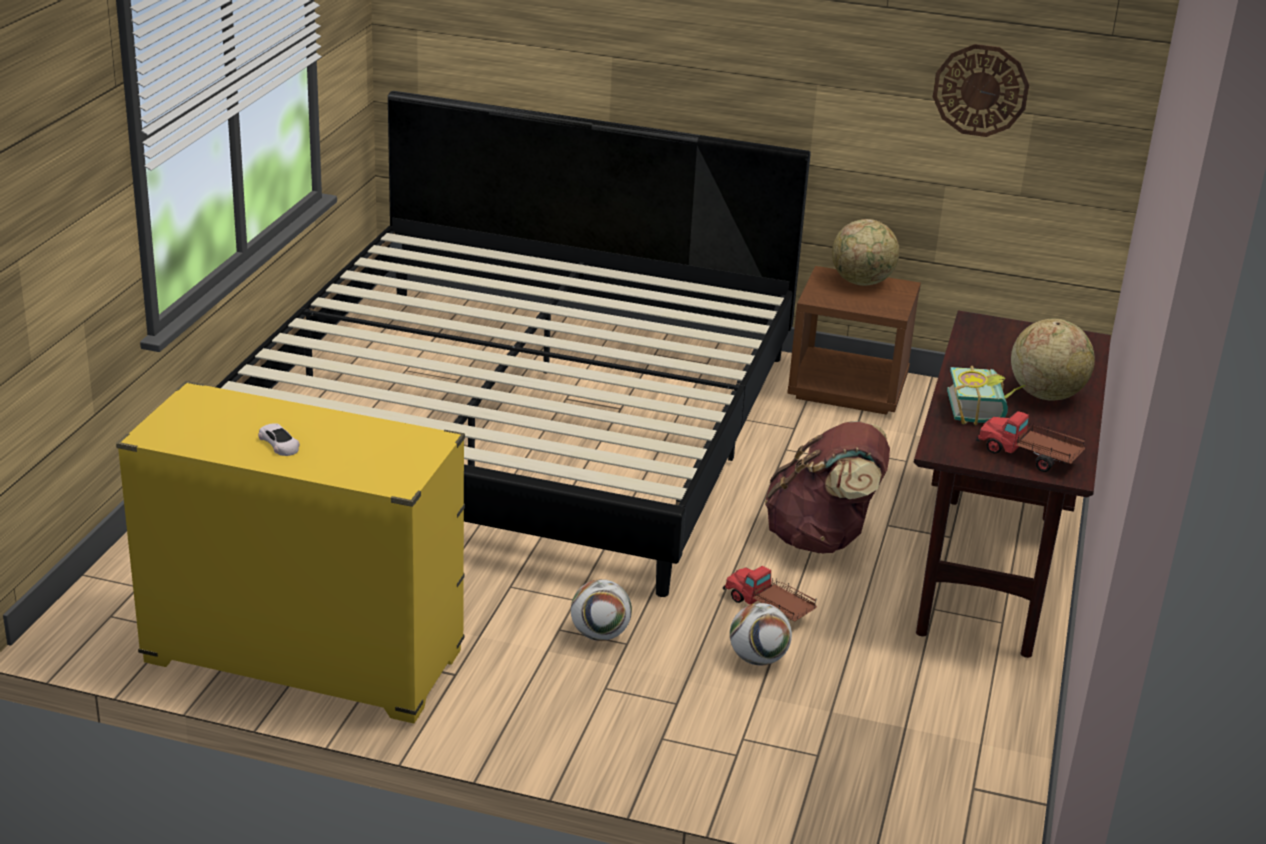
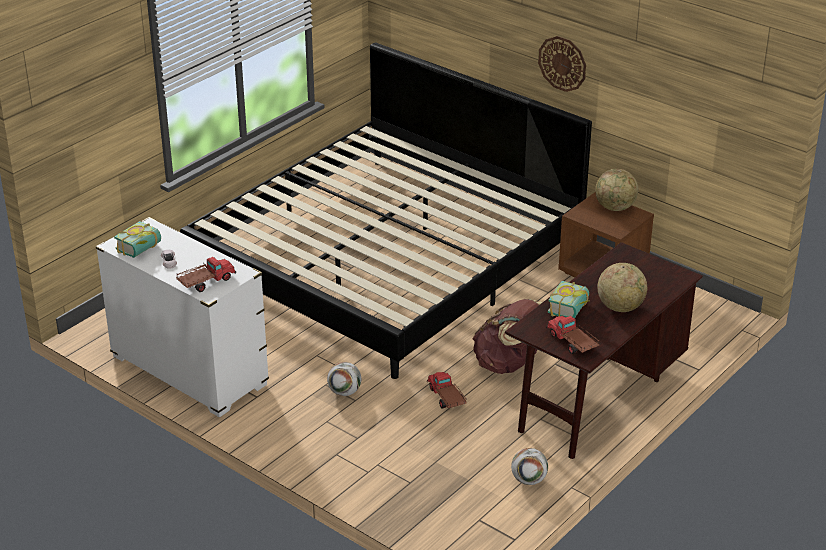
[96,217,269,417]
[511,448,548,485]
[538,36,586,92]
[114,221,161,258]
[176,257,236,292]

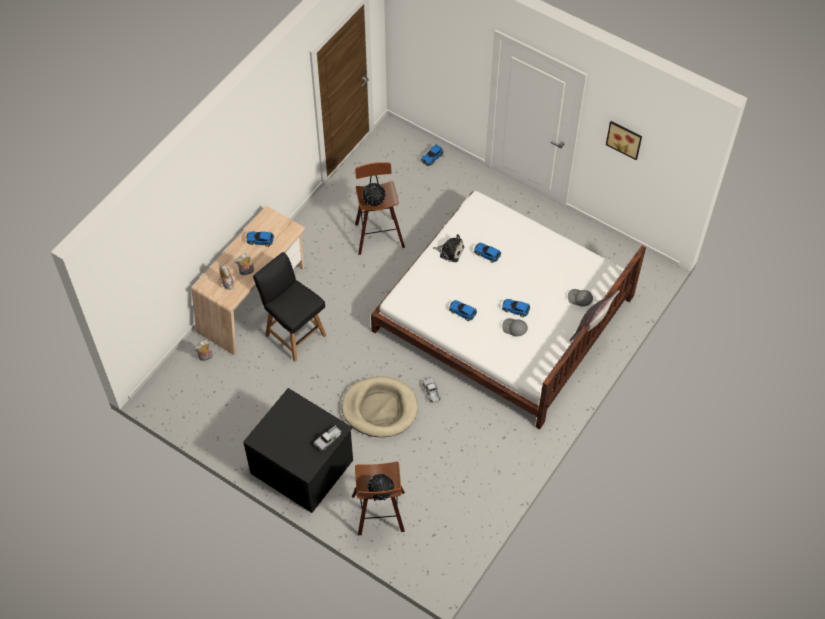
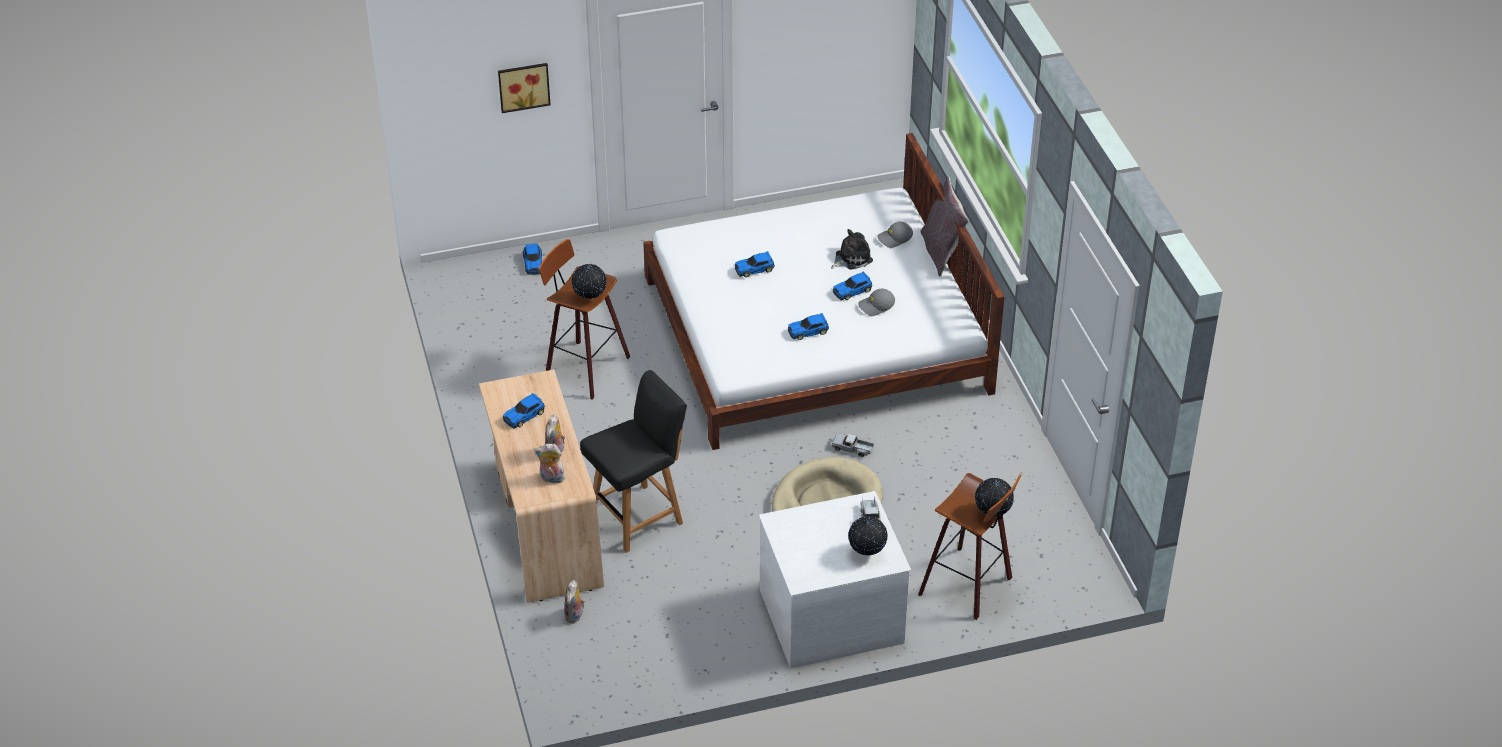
[759,491,911,668]
[580,370,687,553]
[831,229,873,270]
[498,63,551,113]
[848,516,888,556]

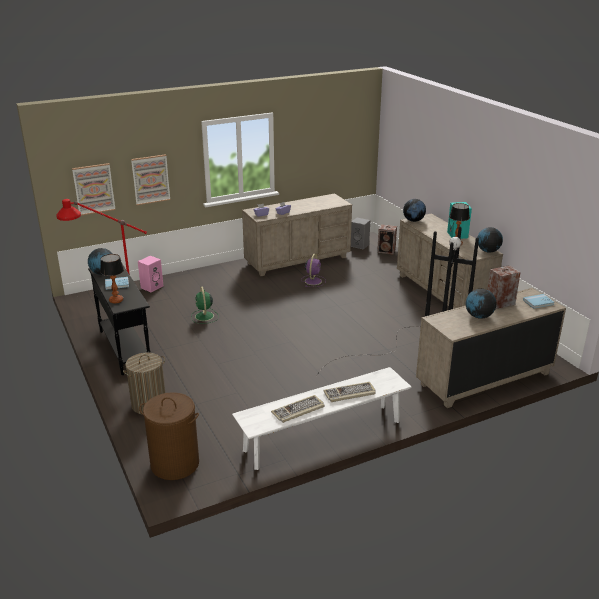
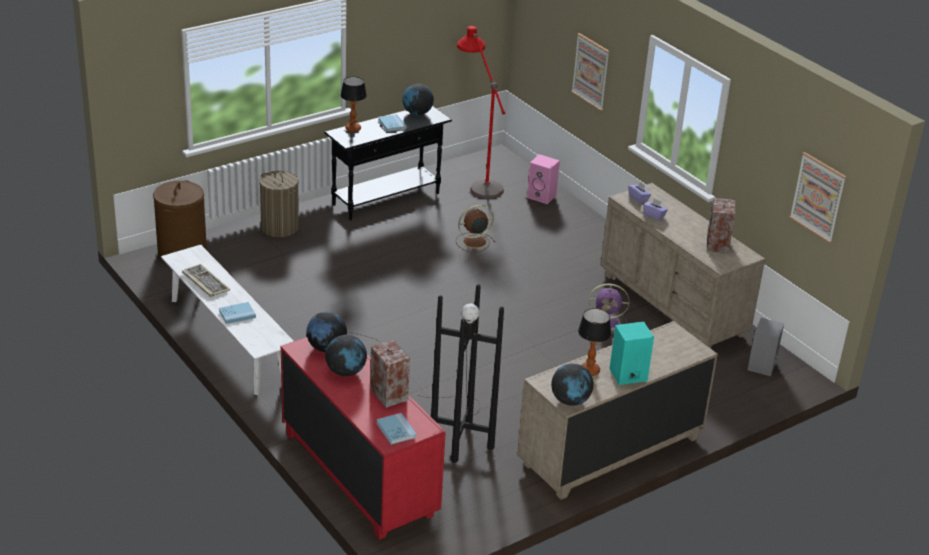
[789,152,846,243]
[456,205,495,253]
[219,302,256,324]
[707,198,735,253]
[307,312,347,352]
[280,337,446,540]

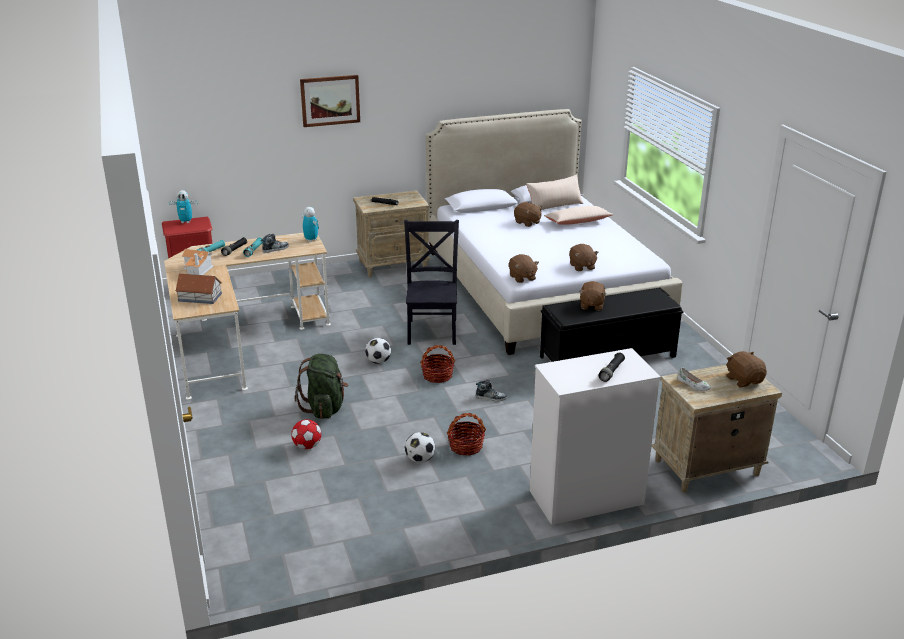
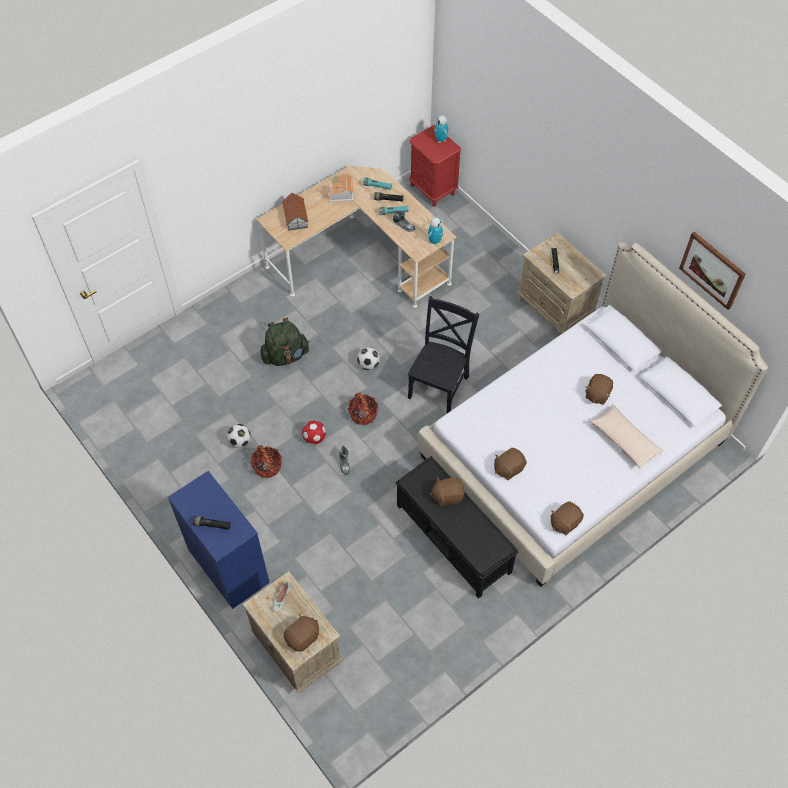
[302,420,326,444]
[679,232,746,310]
[408,296,479,413]
[551,501,584,535]
[526,174,583,210] (first image)
[168,471,270,609]

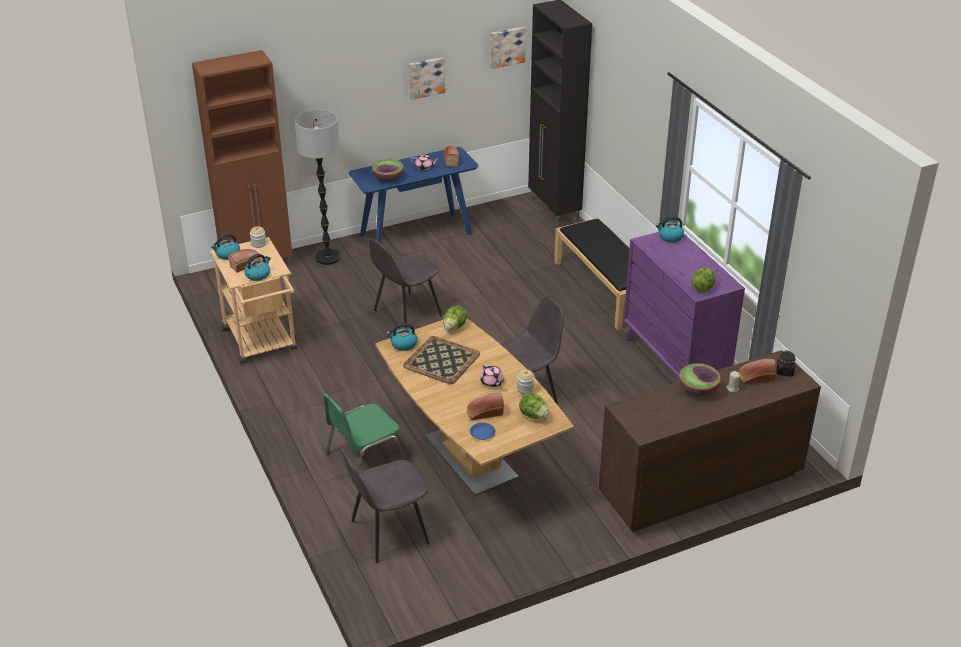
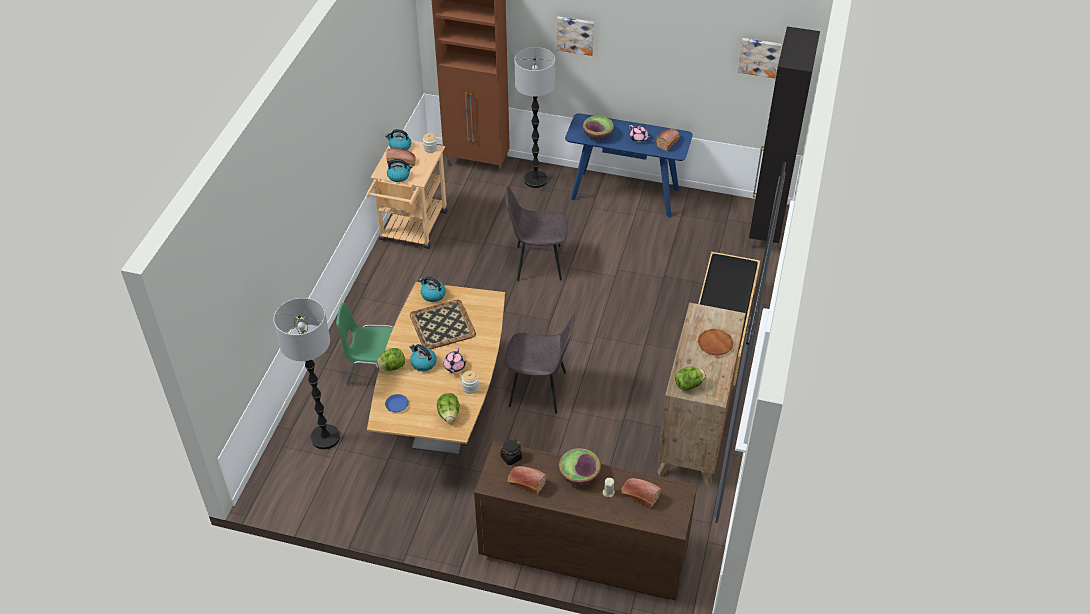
[273,298,340,450]
[556,16,594,56]
[375,348,405,371]
[508,466,546,495]
[657,302,746,486]
[410,344,437,371]
[500,440,522,465]
[698,329,733,356]

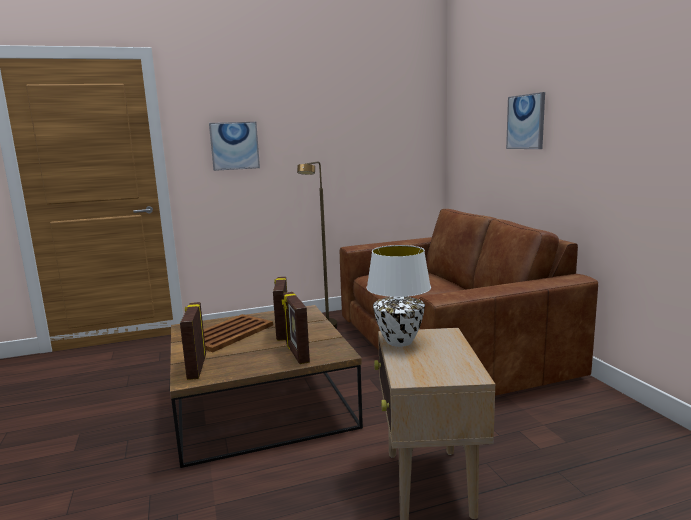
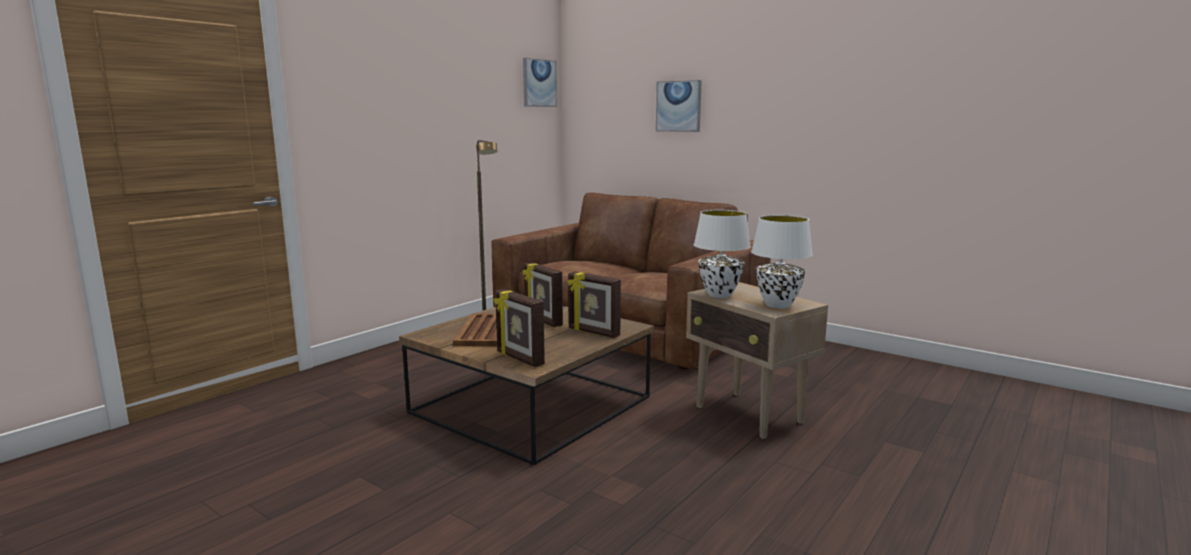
[523,58,557,107]
[751,215,813,309]

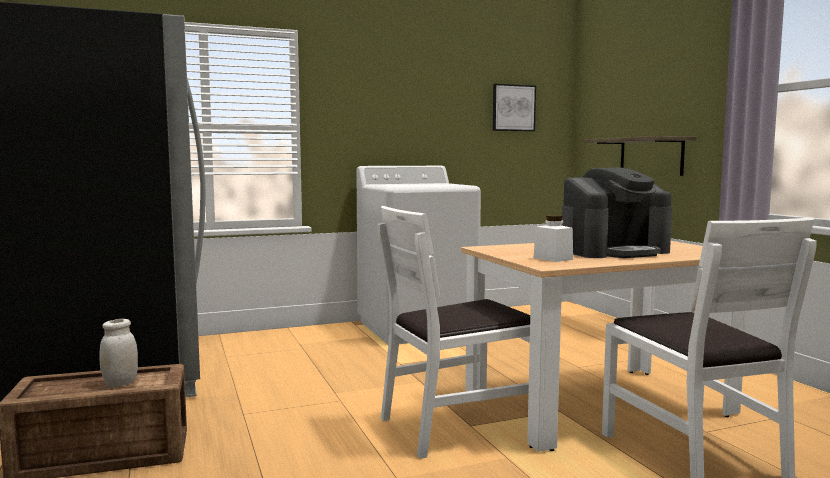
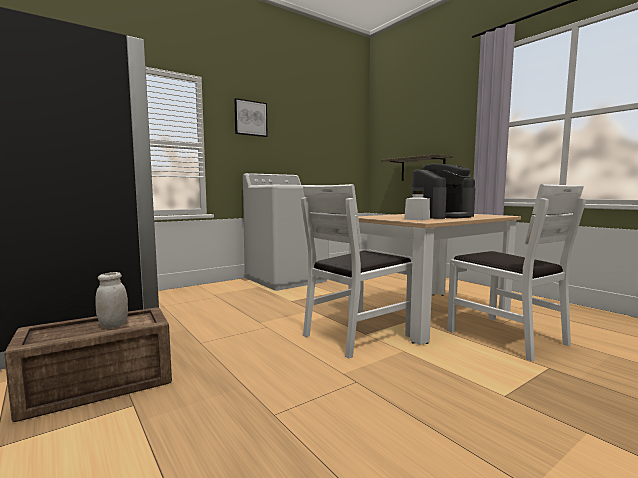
[234,98,268,137]

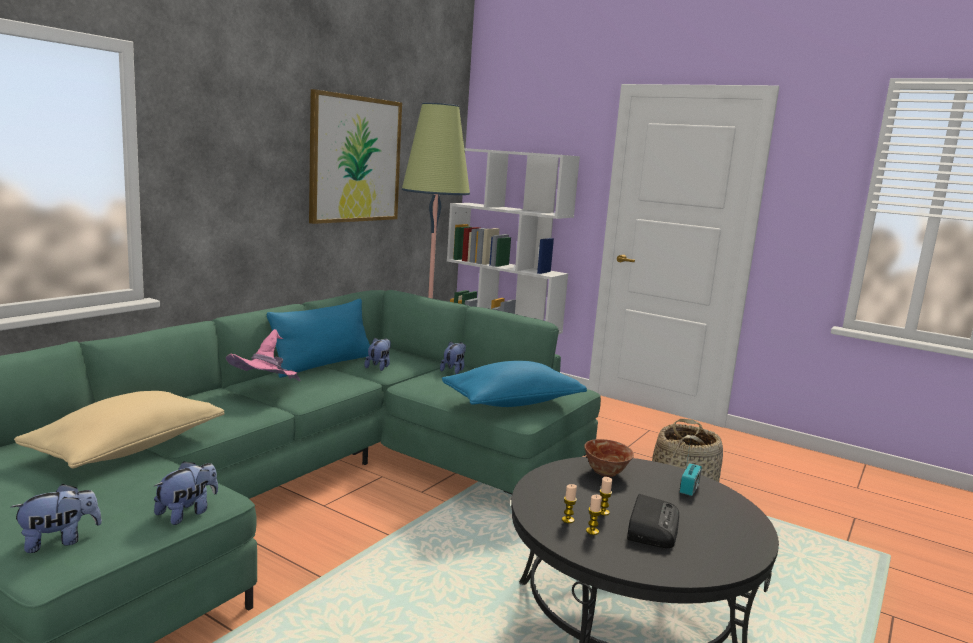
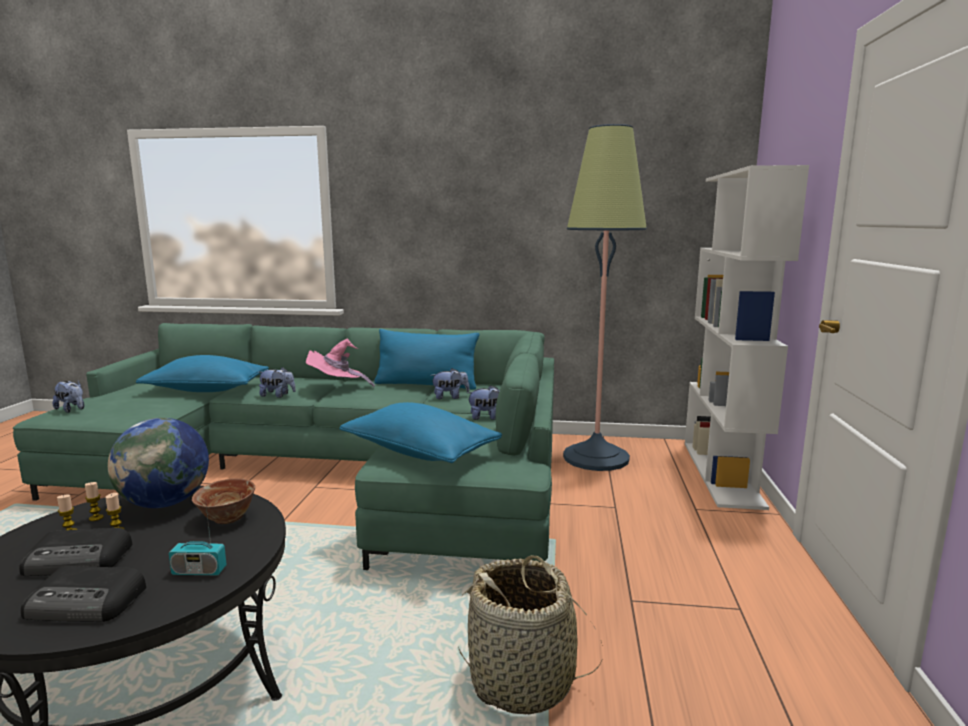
[136,355,269,392]
[258,367,296,398]
[309,89,402,224] (first image)
[21,566,146,622]
[108,418,209,508]

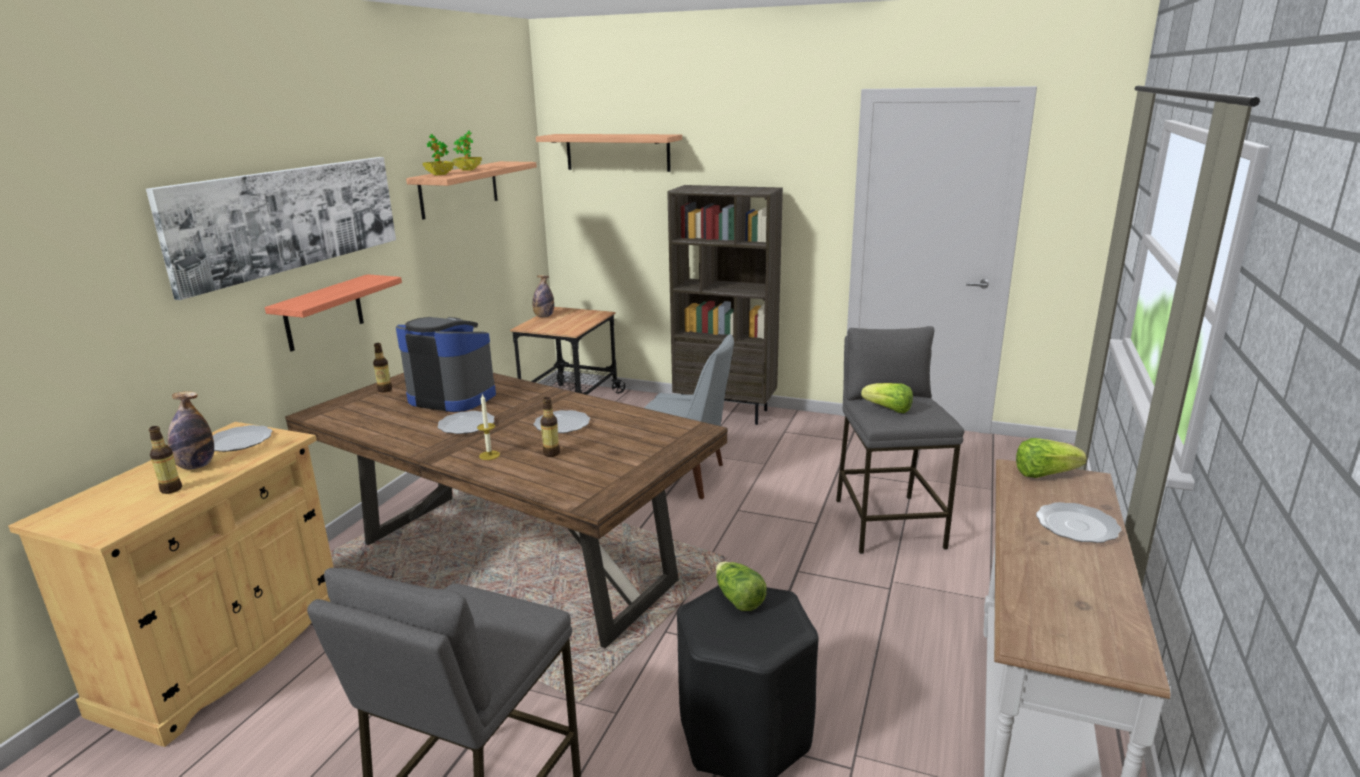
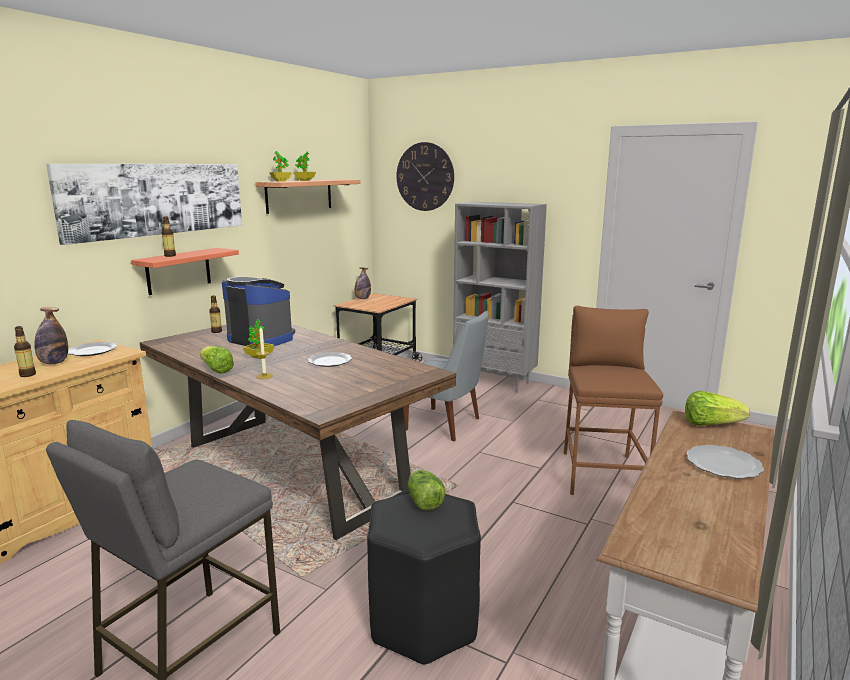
[243,319,274,359]
[396,142,454,211]
[162,217,176,257]
[453,202,547,393]
[564,306,663,495]
[200,346,234,373]

